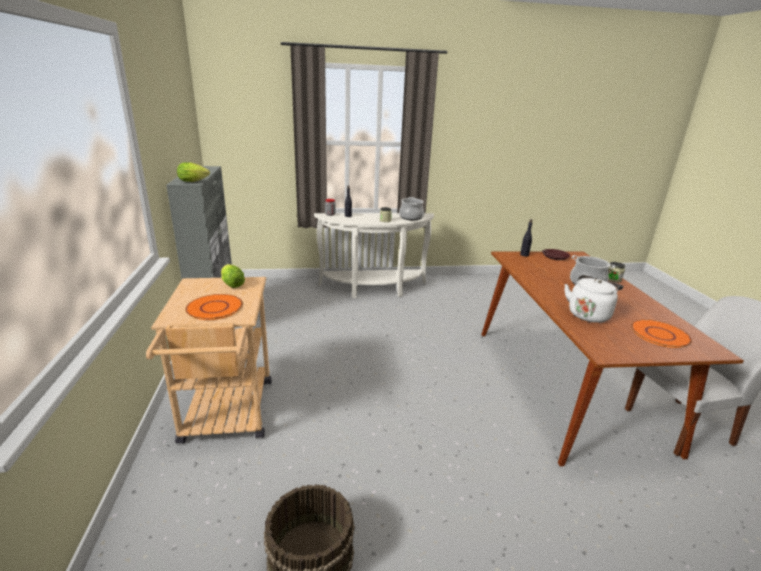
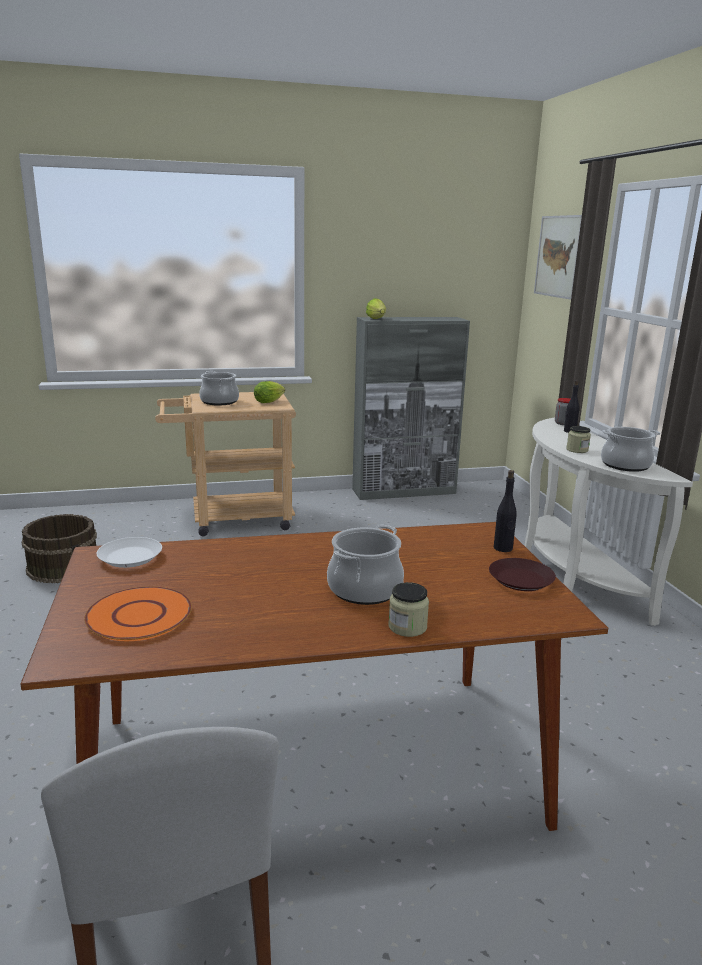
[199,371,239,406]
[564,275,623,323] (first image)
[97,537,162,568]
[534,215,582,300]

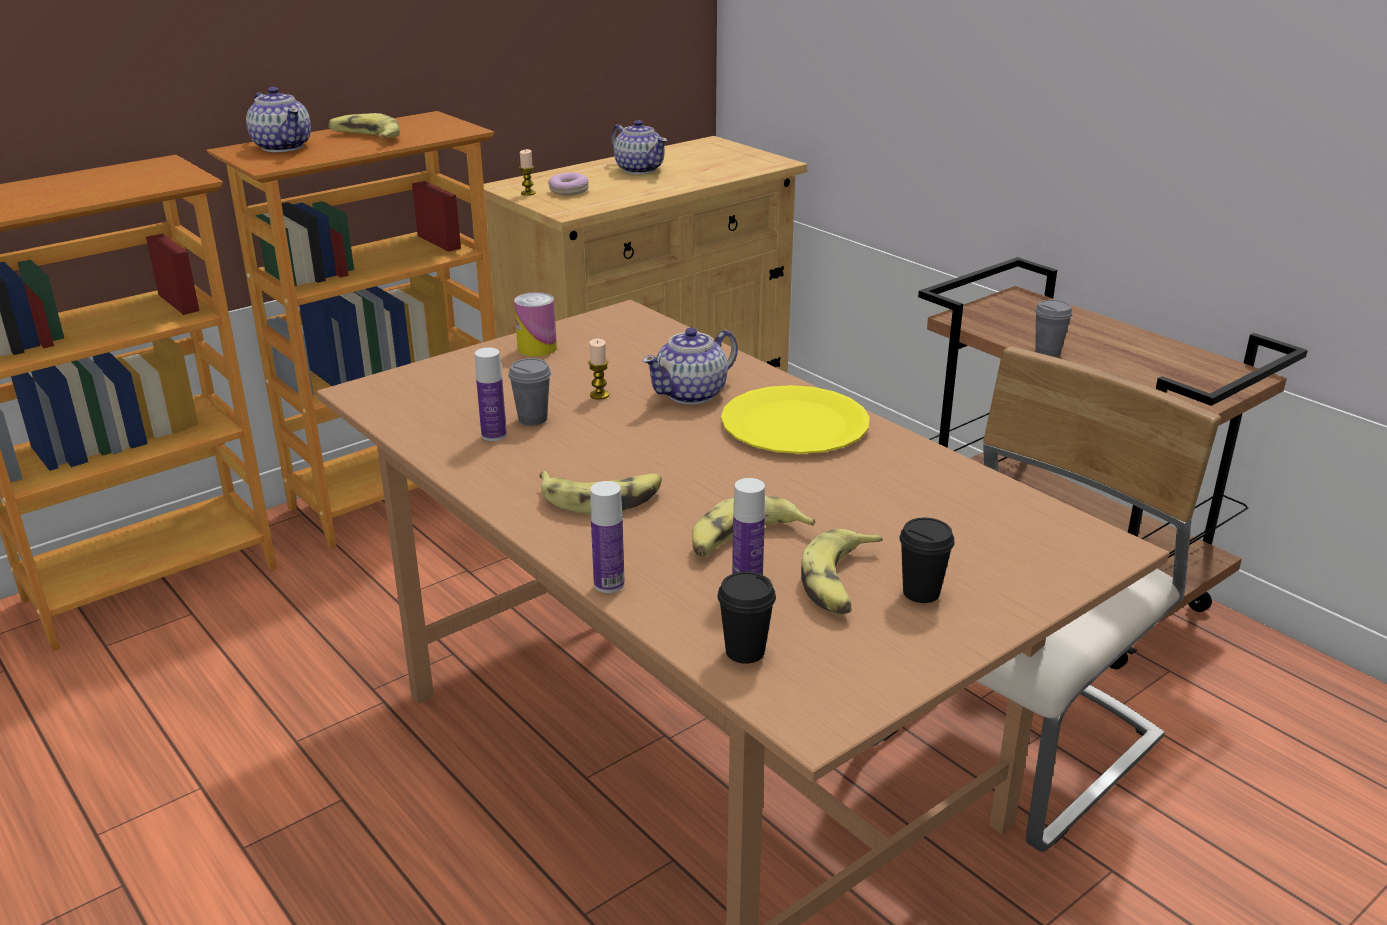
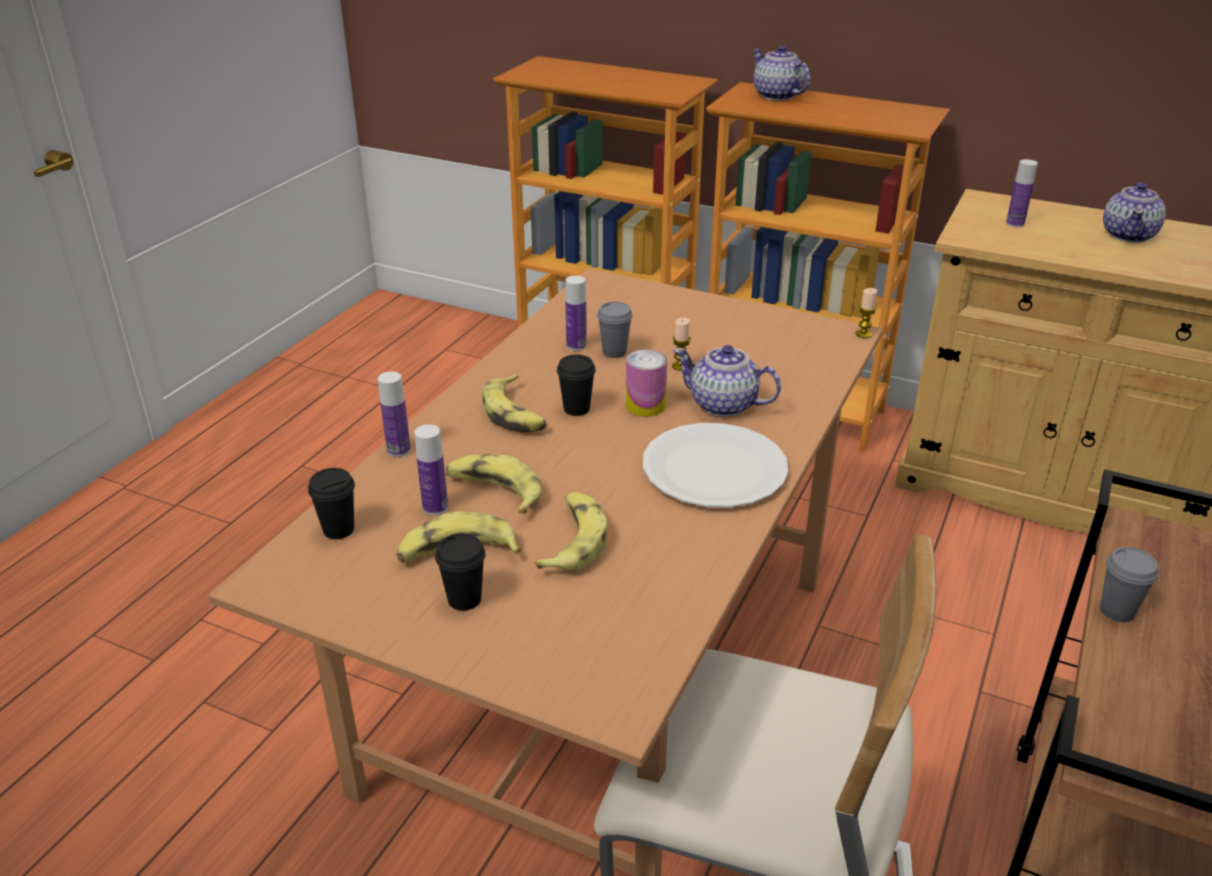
[753,45,810,101]
[534,492,608,570]
[626,350,667,417]
[856,288,877,338]
[1006,159,1038,227]
[643,423,789,508]
[557,355,596,416]

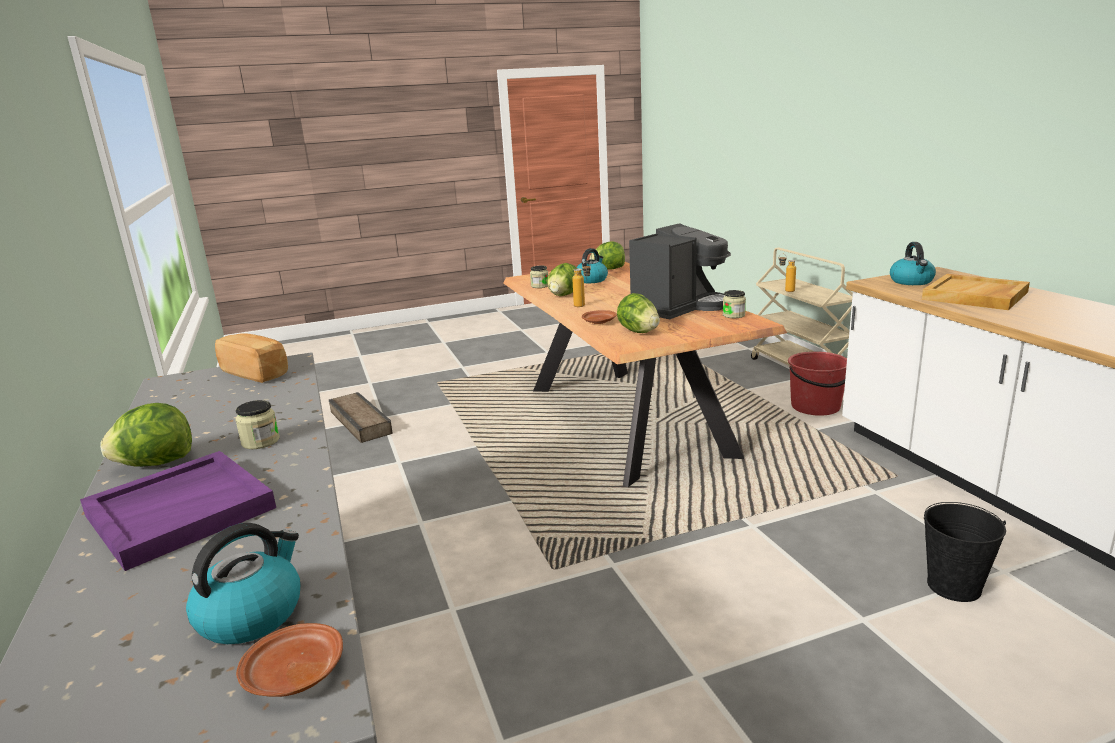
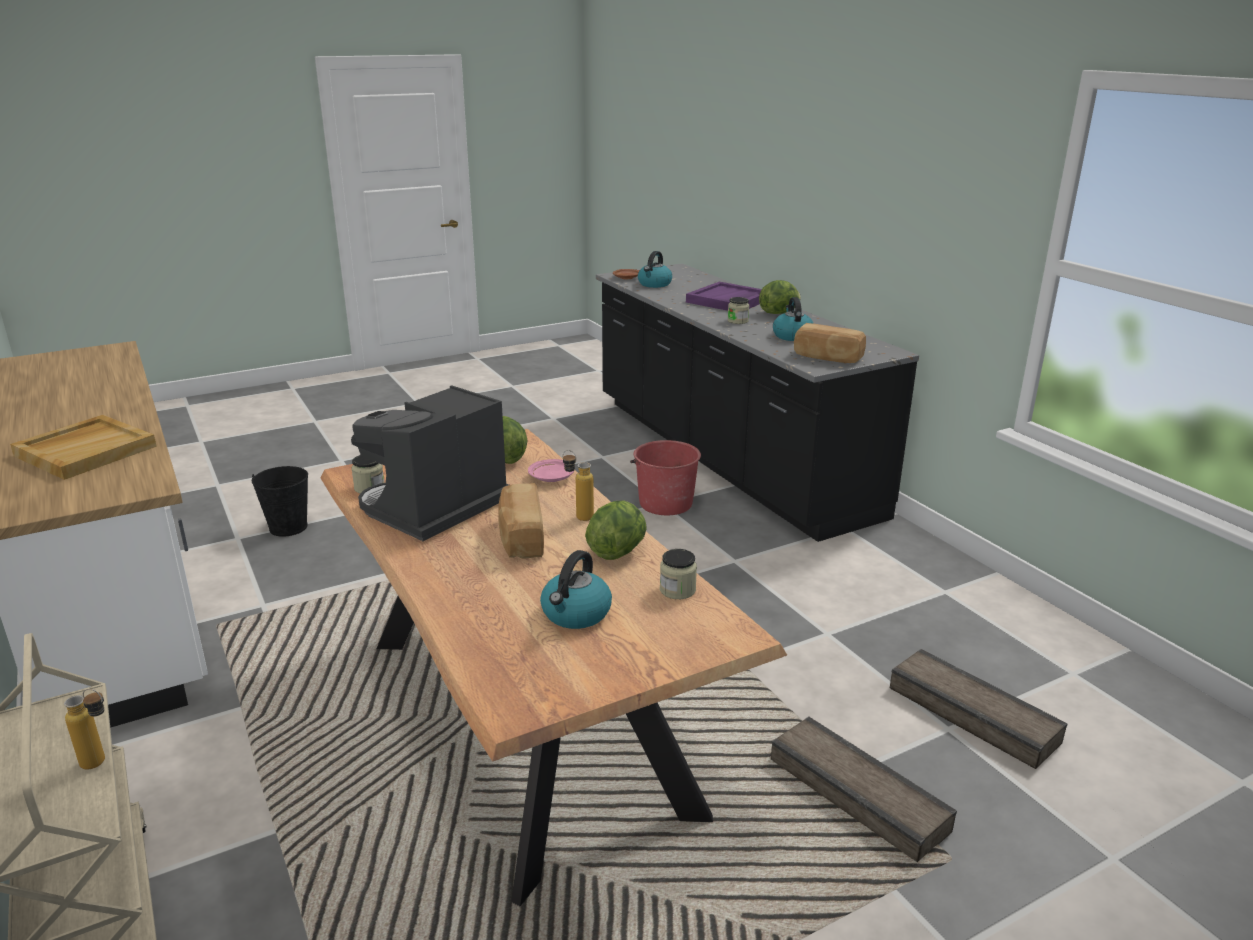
[528,459,574,482]
[590,241,625,270] (first image)
[630,440,701,515]
[773,297,814,341]
[498,483,544,559]
[771,717,957,862]

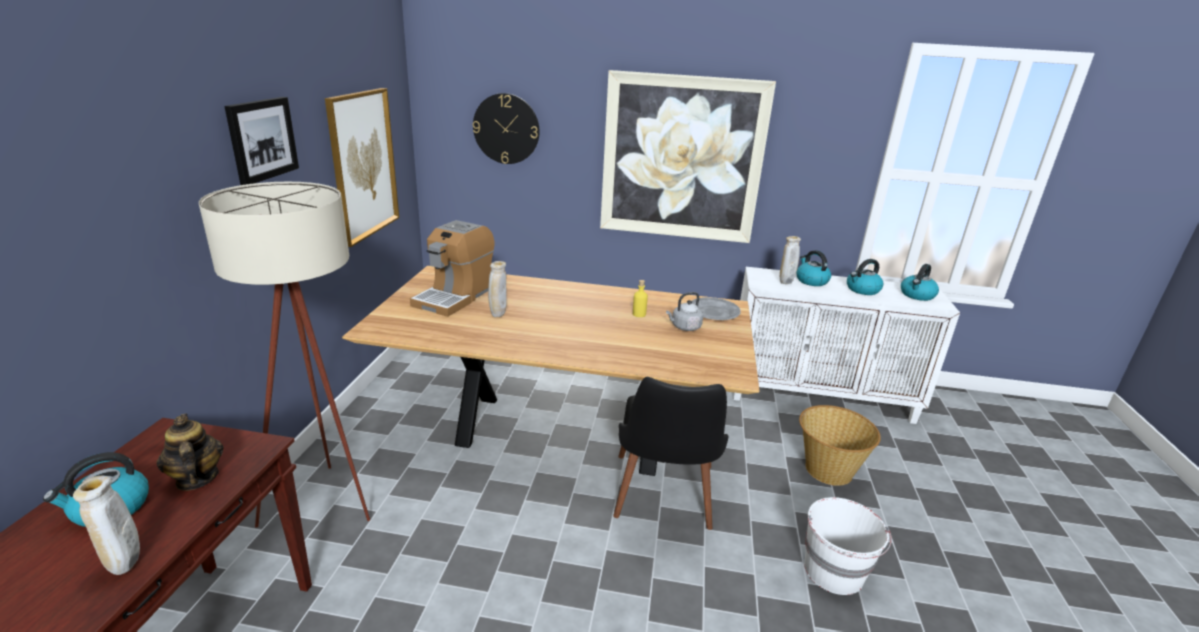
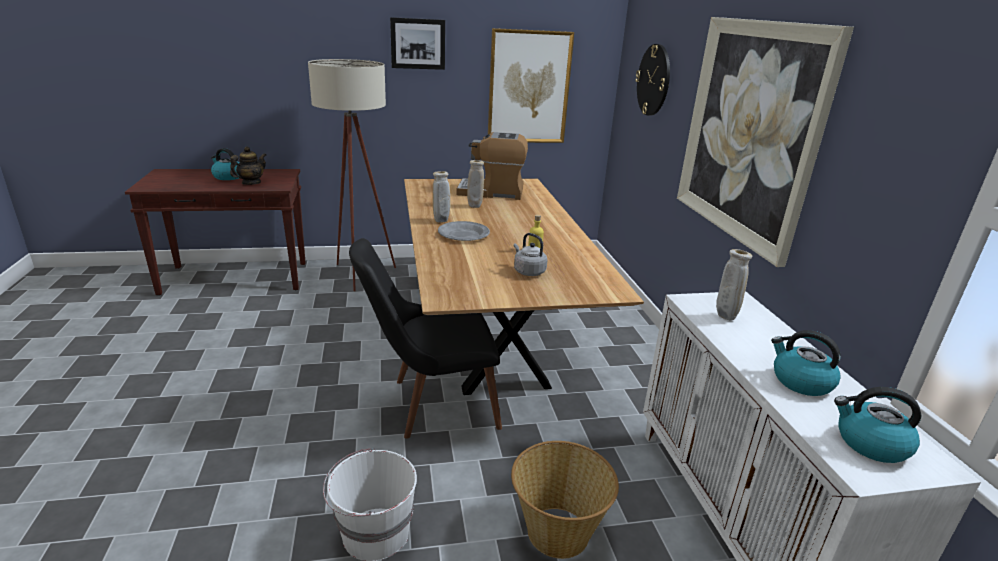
[433,171,450,223]
[438,221,490,241]
[796,250,831,286] (first image)

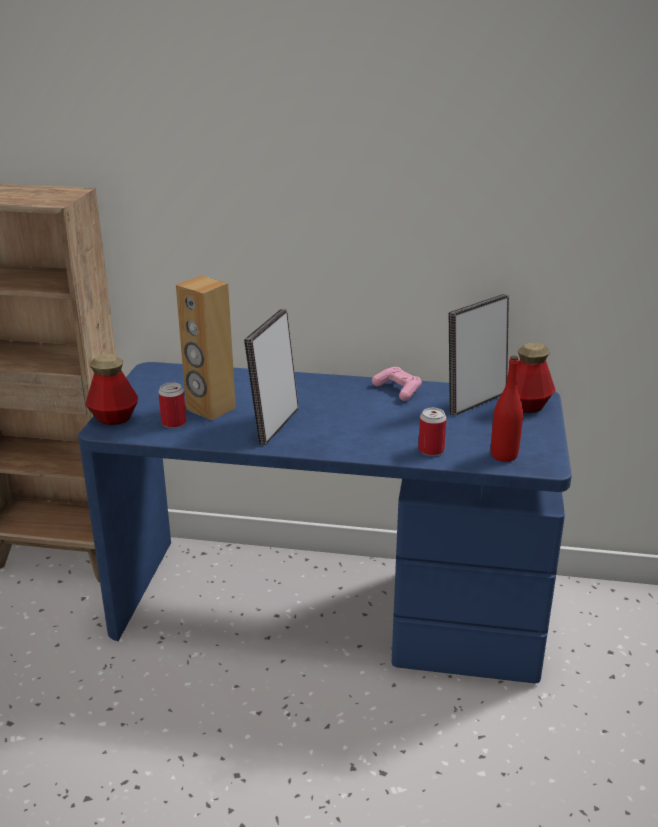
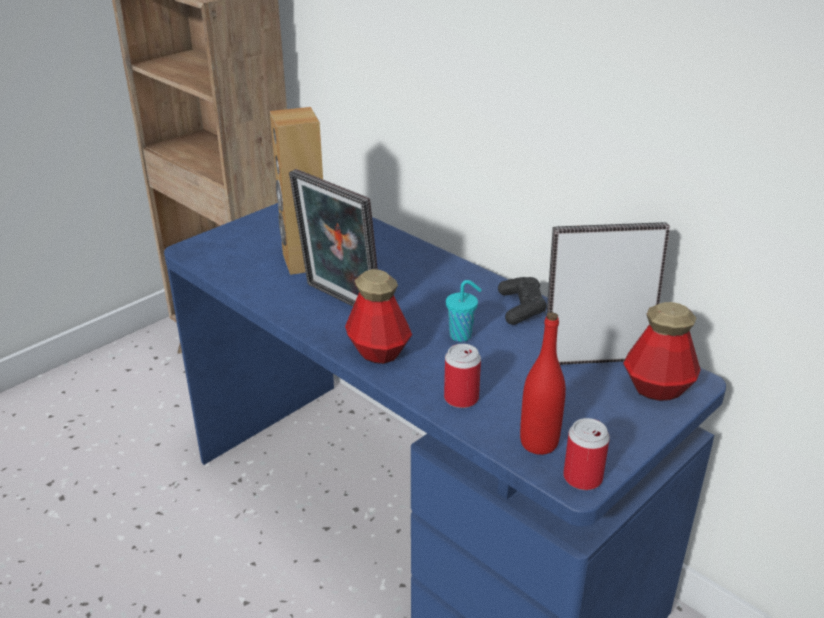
[345,269,412,364]
[563,418,610,490]
[289,169,378,307]
[498,277,547,325]
[446,280,482,342]

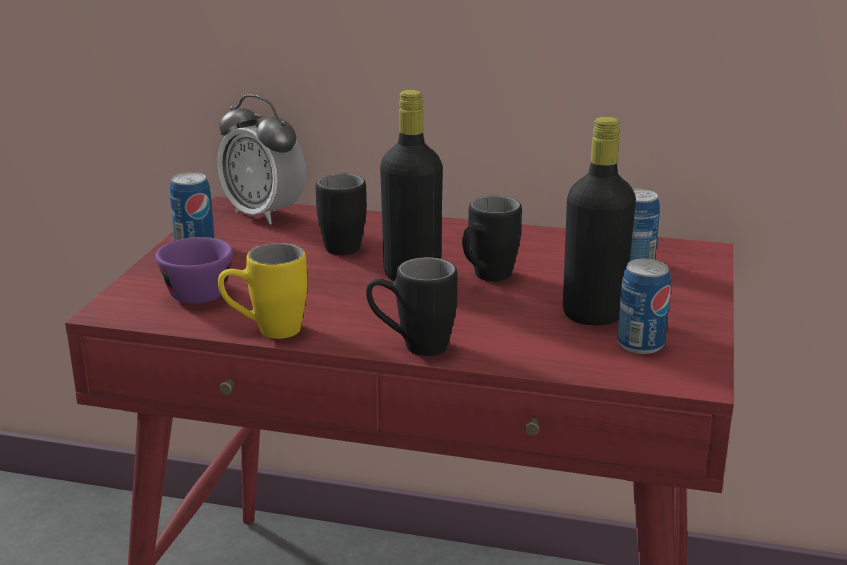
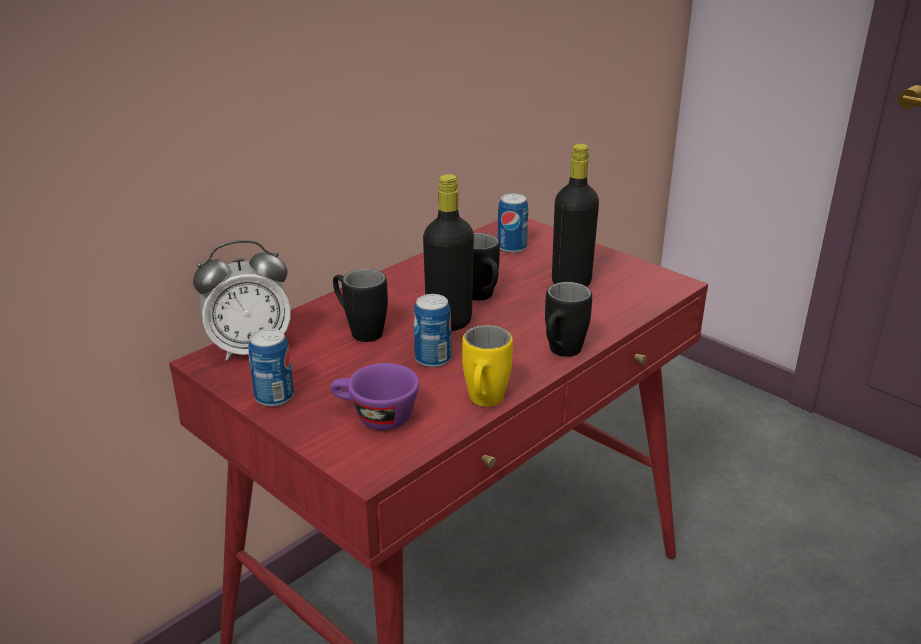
[413,294,451,367]

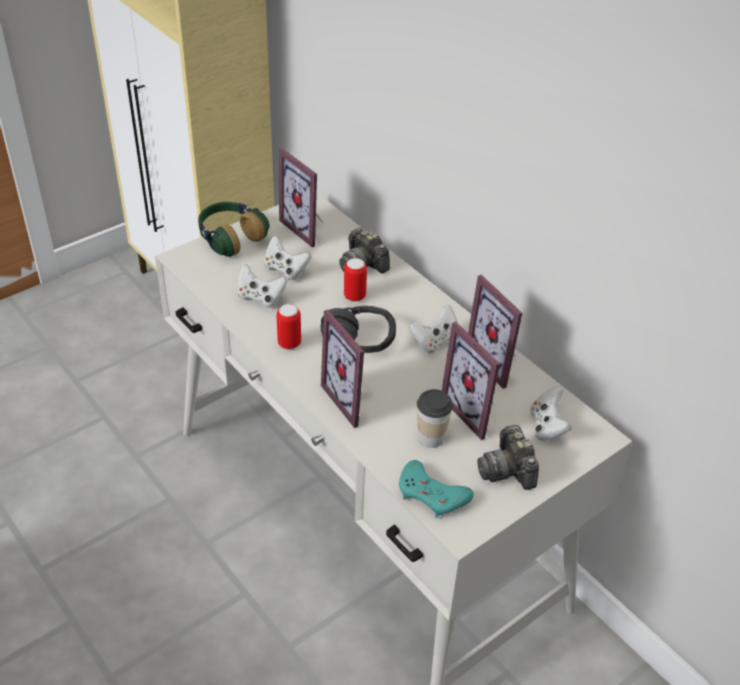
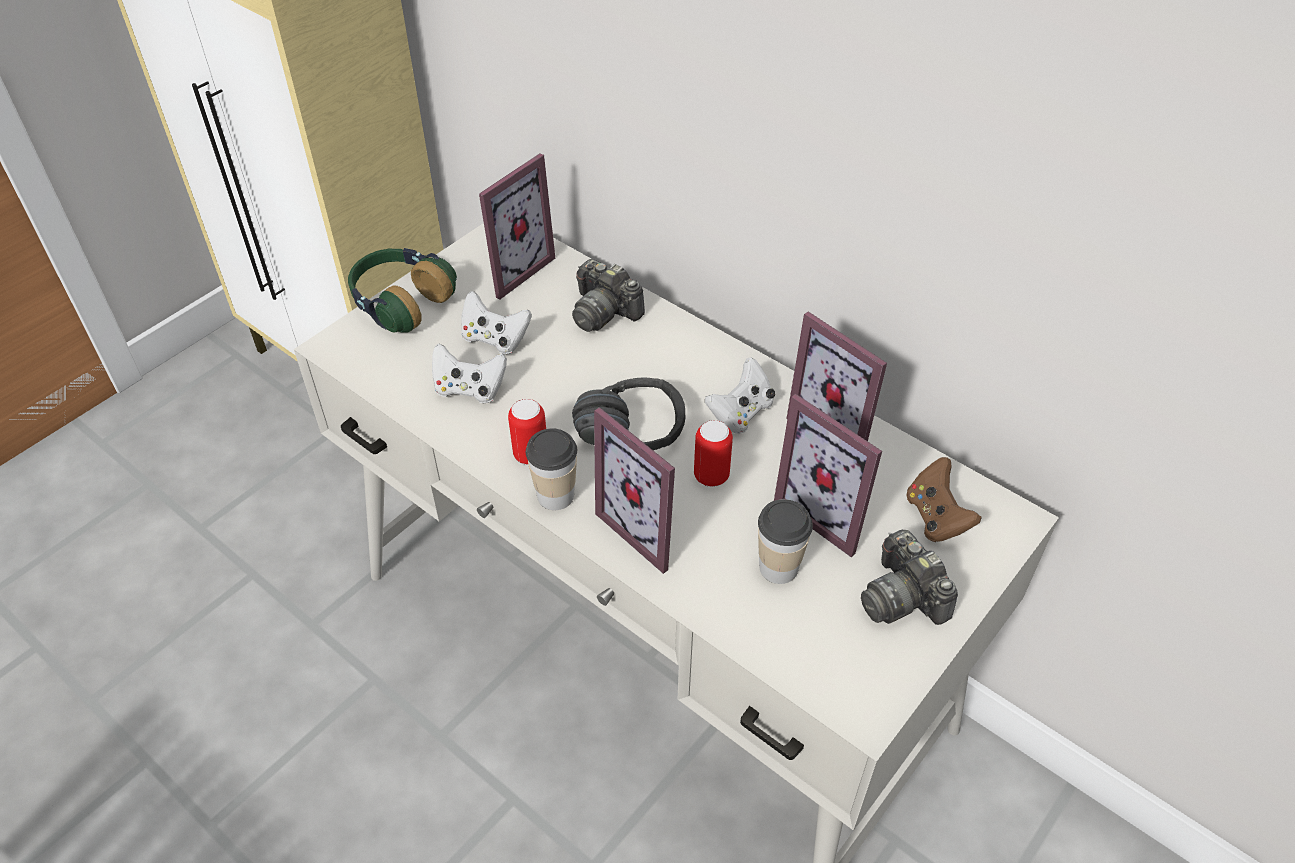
[479,153,555,300]
[694,420,733,487]
[399,460,474,518] (first image)
[907,457,981,542]
[526,428,577,510]

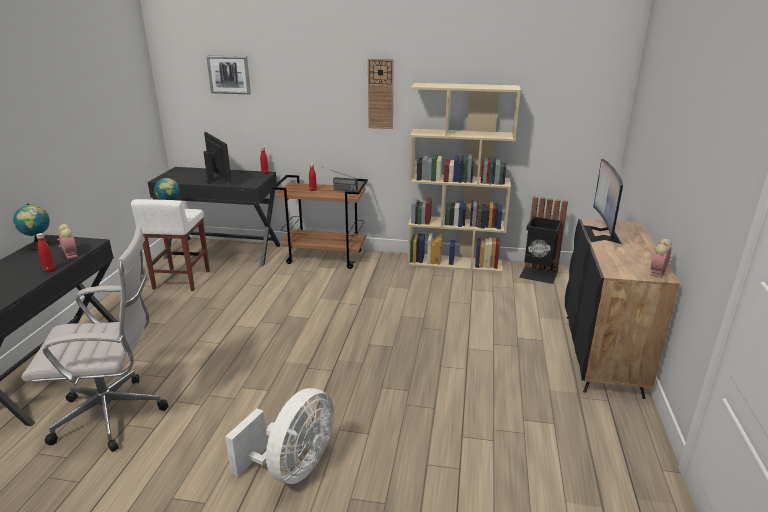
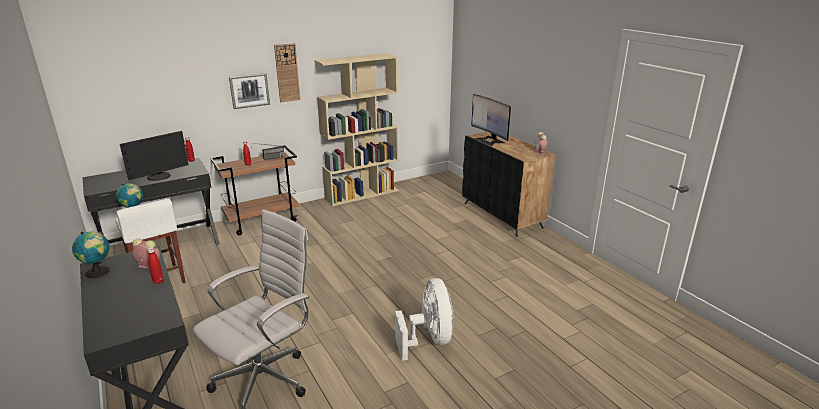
[120,131,189,181]
[229,73,270,109]
[519,196,568,284] (first image)

